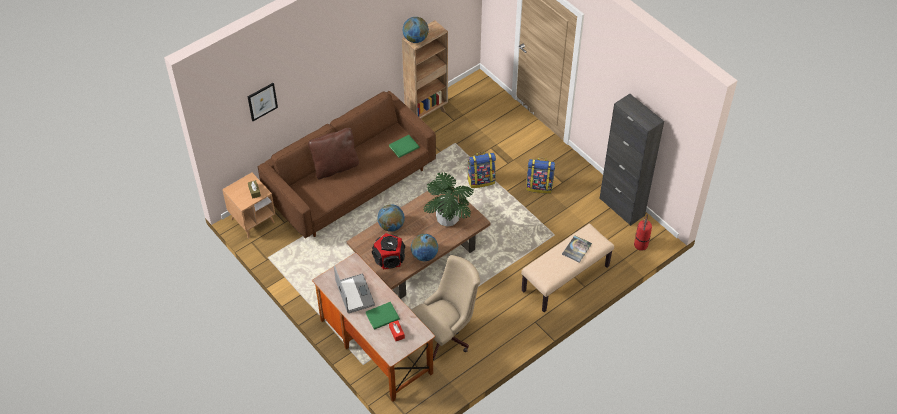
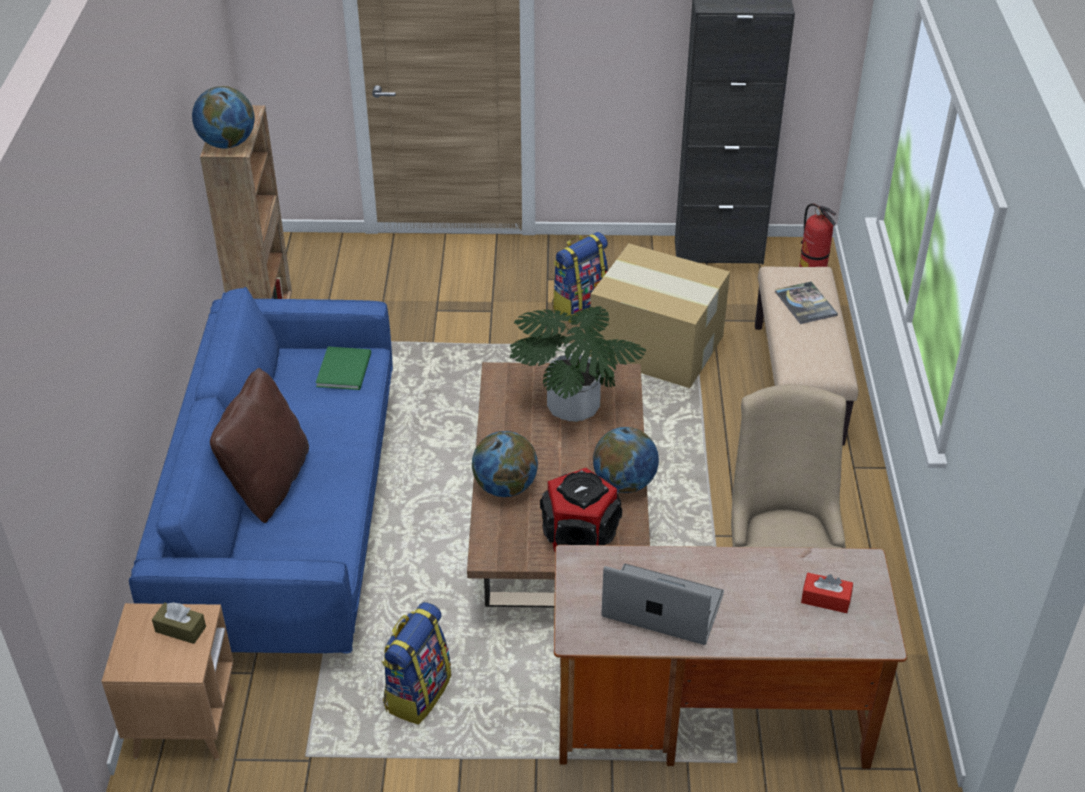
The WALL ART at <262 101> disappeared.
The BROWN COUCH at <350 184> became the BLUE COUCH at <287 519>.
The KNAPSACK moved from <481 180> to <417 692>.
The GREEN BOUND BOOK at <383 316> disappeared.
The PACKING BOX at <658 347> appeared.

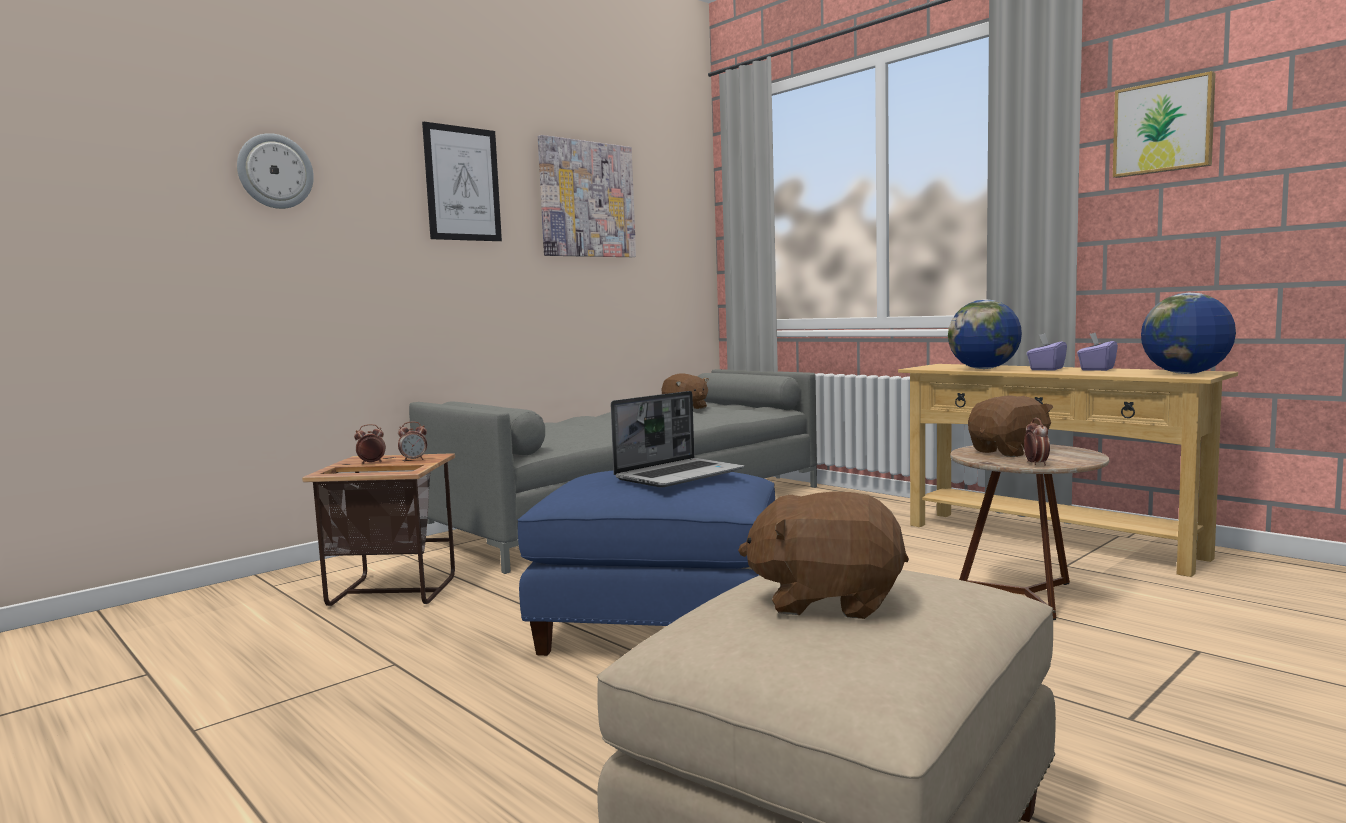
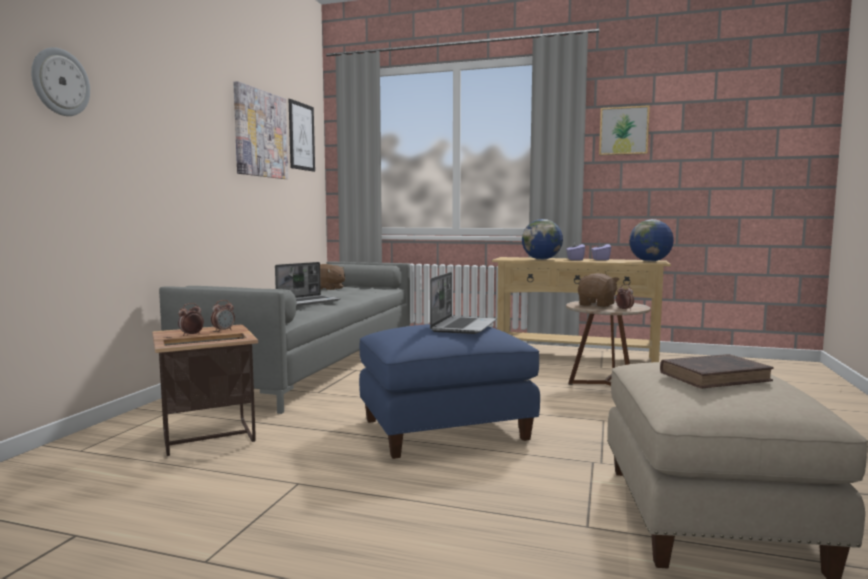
The WALL ART moved from <462 184> to <301 136>.
The BROWN CUDDLY TOY at <826 601> was replaced by the BROWN BOUND BOOK at <717 377>.
The NOTEBOOK COMPUTER at <309 301> appeared.

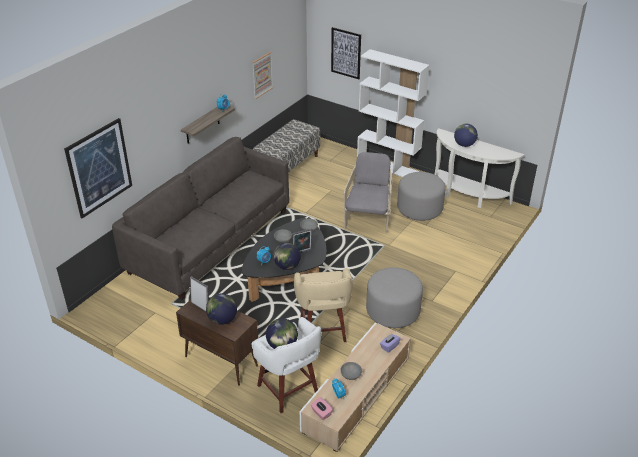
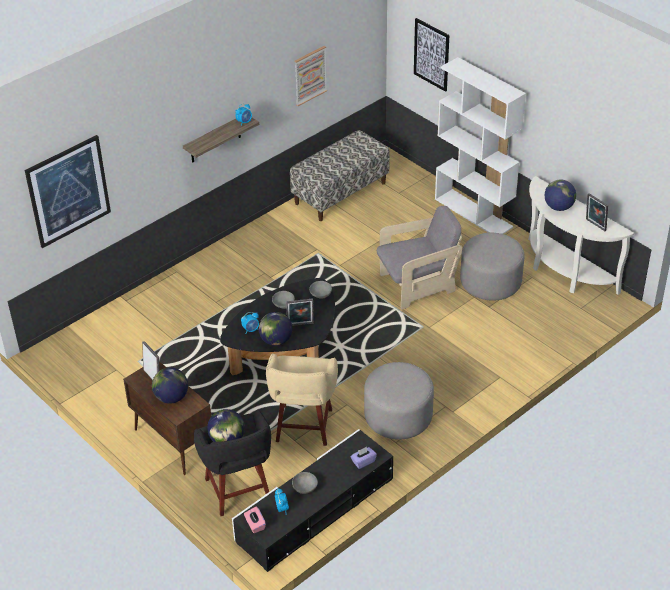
The GRAY COUCH at <210 241> disappeared.
The GRAY EASY CHAIR at <368 218> turned 45 degrees clockwise.
The WHITE SITTING STOOL at <289 390> became the BLACK SITTING STOOL at <239 491>.
The SAND-COLOURED TV STAND at <357 394> became the BLACK TV STAND at <315 510>.
The STANDING FRAME at <594 225> appeared.

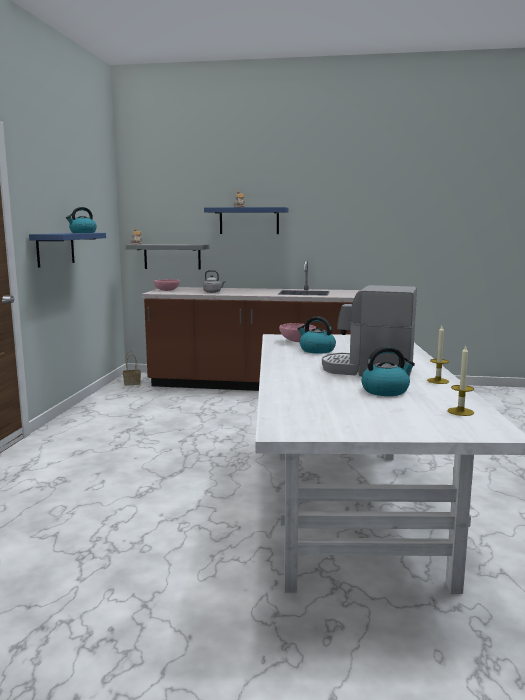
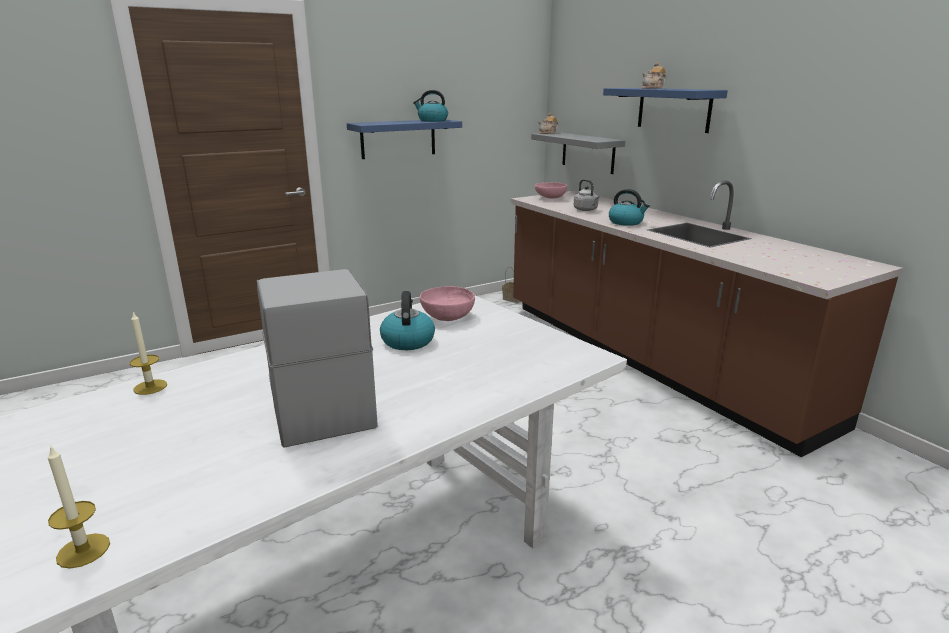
The WAX LIGHT moved from <438 381> to <150 387>.
The TEA KETTLE moved from <385 391> to <626 222>.

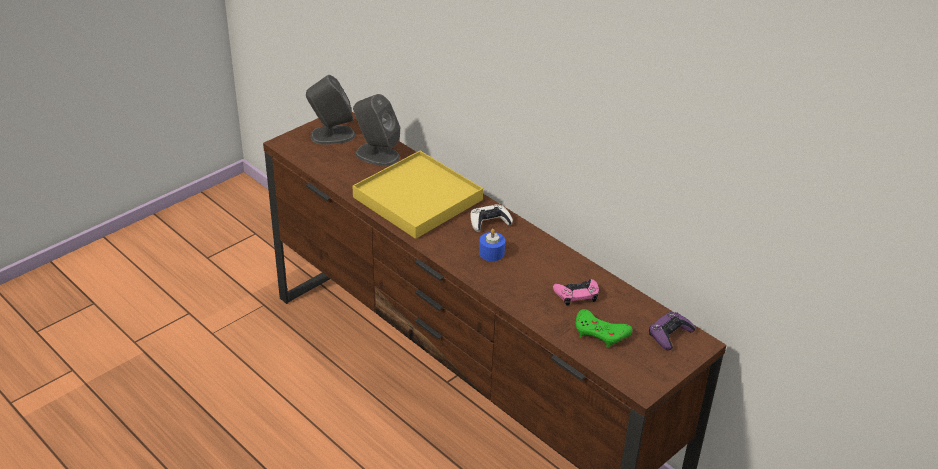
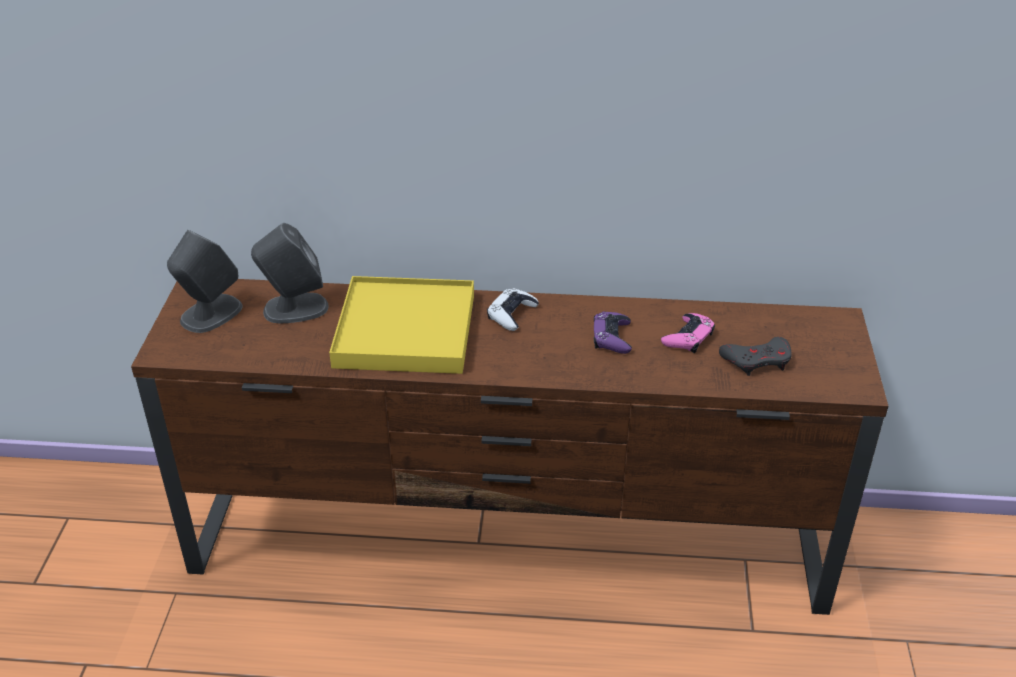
The BLUE WAX LIGHT at <491 253> disappeared.
The GREEN GAMEPAD at <600 332> became the GRAY GAMEPAD at <757 360>.
The PURPLE GAMEPAD moved from <670 334> to <612 337>.

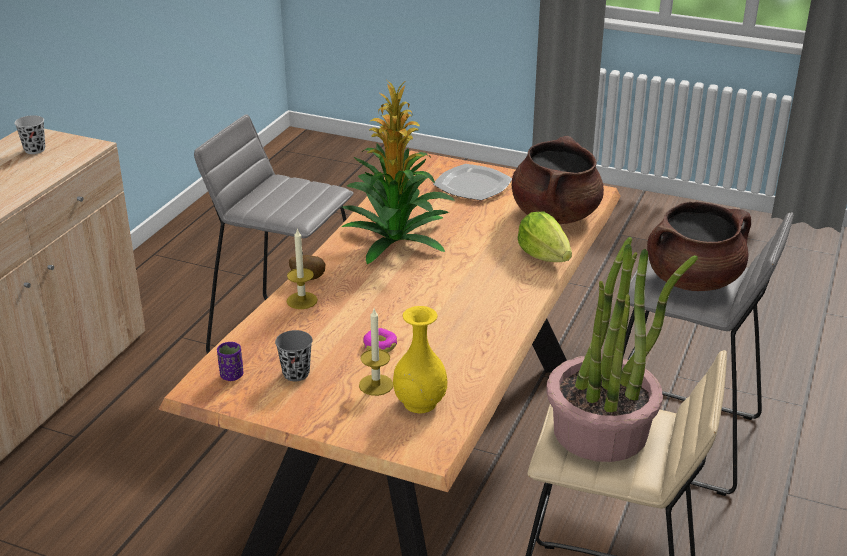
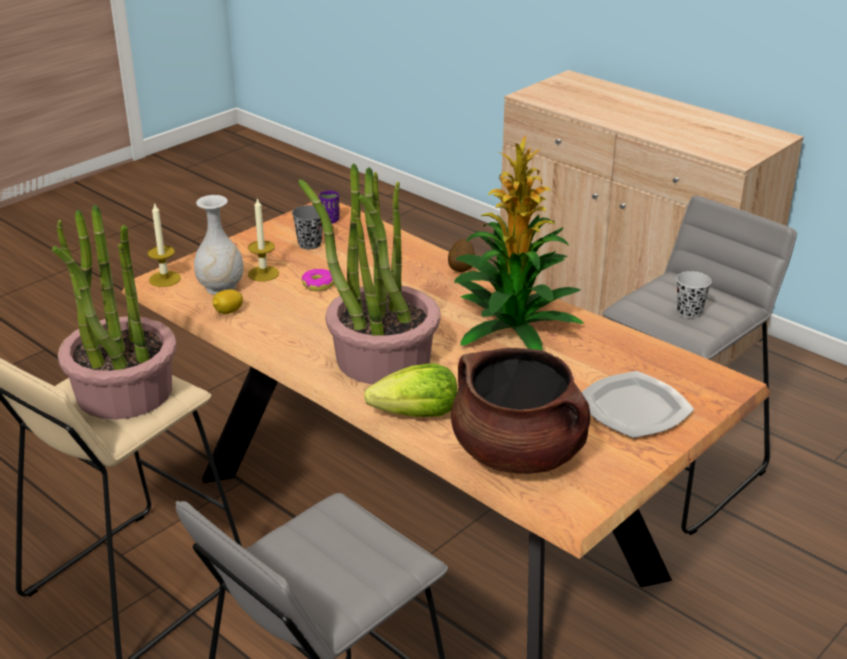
The BLACK SMALL CUP moved from <35 150> to <689 312>.
The BROWN SAUCEPOT at <693 280> disappeared.
The WAX LIGHT moved from <302 300> to <164 279>.
The YELLOW-COLOURED DECORATIVE VASE at <419 402> became the WHITE DECORATIVE VASE at <221 287>.
The PLANT IN A POT at <382 358> appeared.
The CITRUS FRUIT at <228 312> appeared.

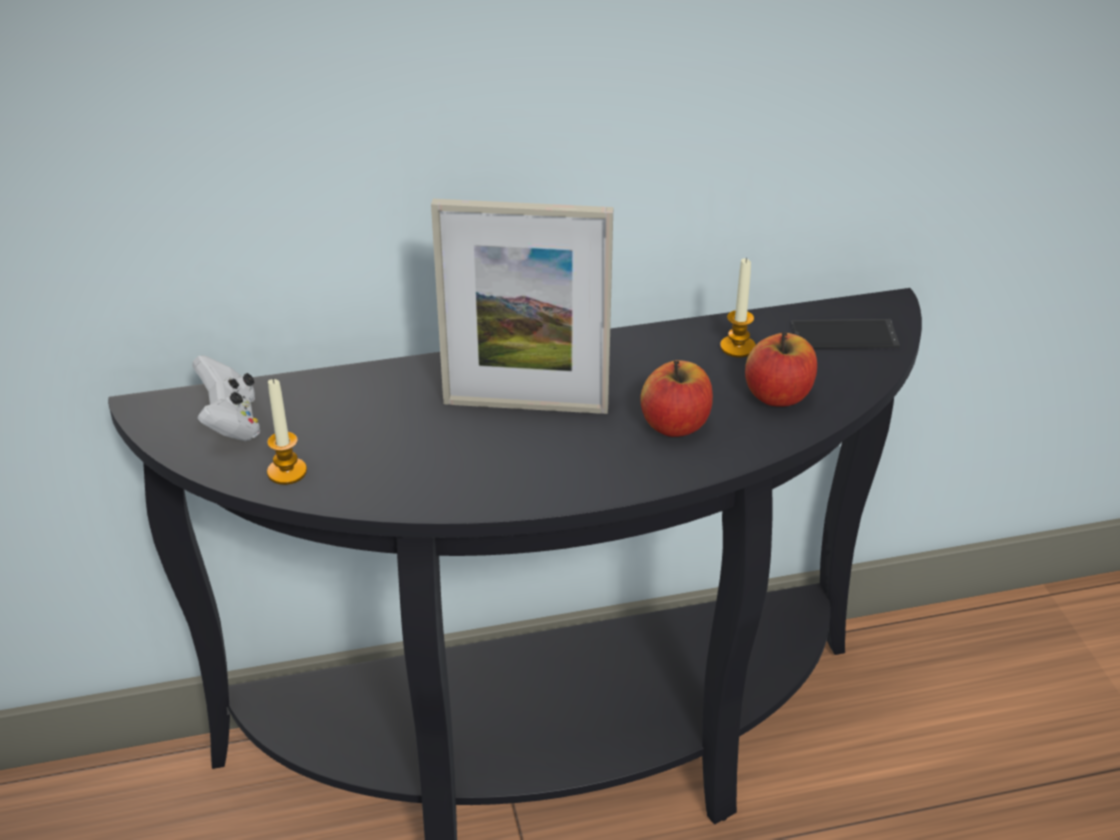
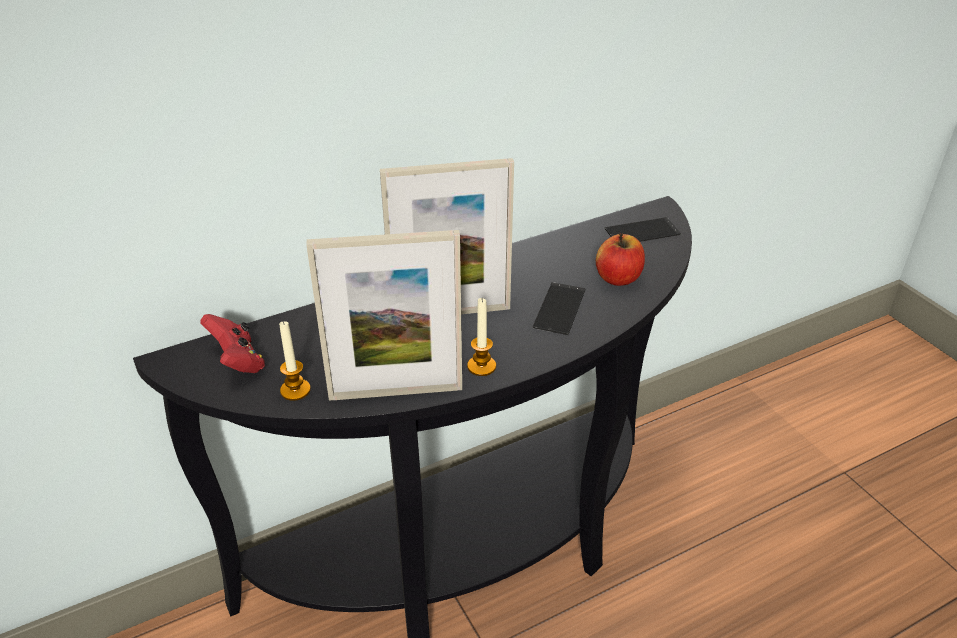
The WAX LIGHT moved from <737 347> to <481 366>.
The WHITE GAMEPAD at <231 423> became the RED GAMEPAD at <238 361>.
The WHOLE APPLE at <675 424> was replaced by the HANDSET at <559 309>.
The STANDING FRAME at <395 392> appeared.

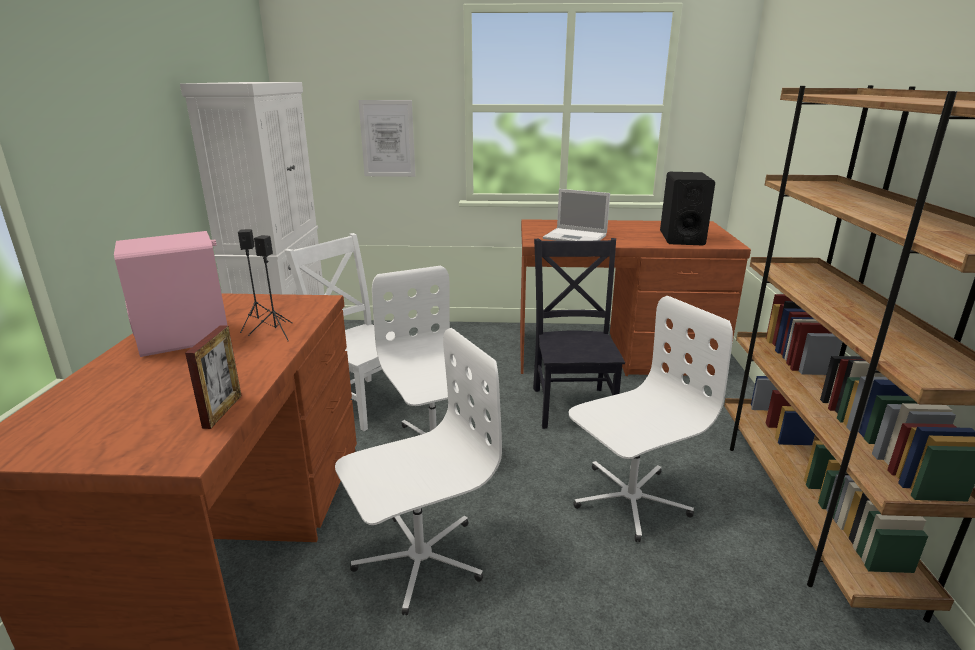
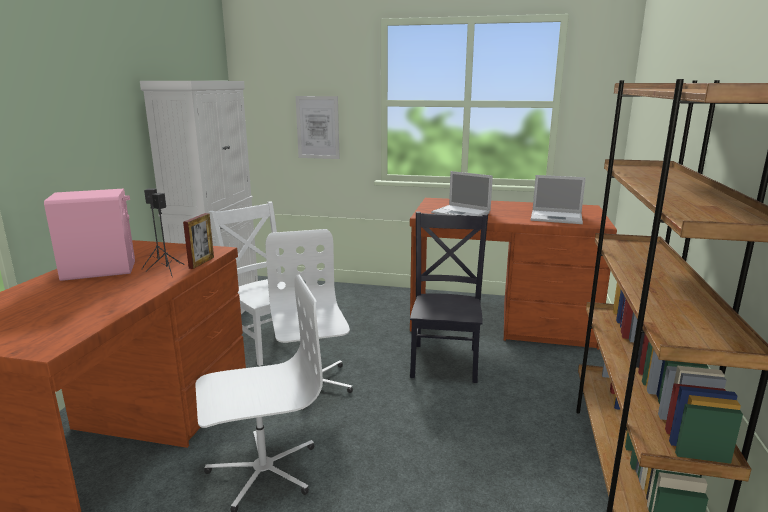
The BLACK AUDIO SPEAKER at <681 238> was replaced by the NOTEBOOK COMPUTER at <557 218>.
The WHITE COMPUTER CHAIR at <629 499> disappeared.
The STANDING FRAME moved from <222 411> to <201 262>.

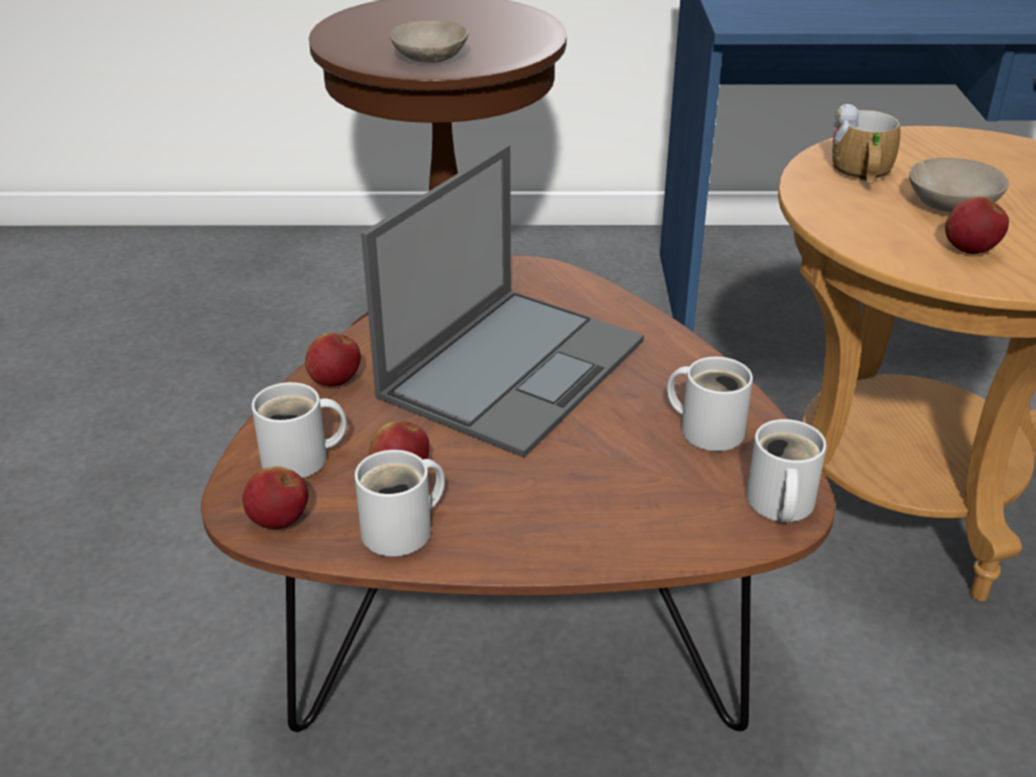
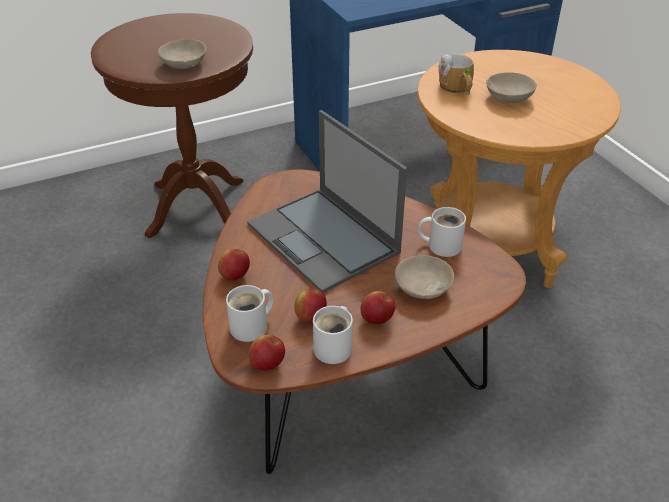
The NOTEBOOK COMPUTER at <514 366> turned 135 degrees clockwise.
The WHOLE APPLE moved from <970 250> to <377 319>.
The WHITE MUG at <778 504> disappeared.
The SAND-COLOURED DEEP DISH at <422 286> appeared.

